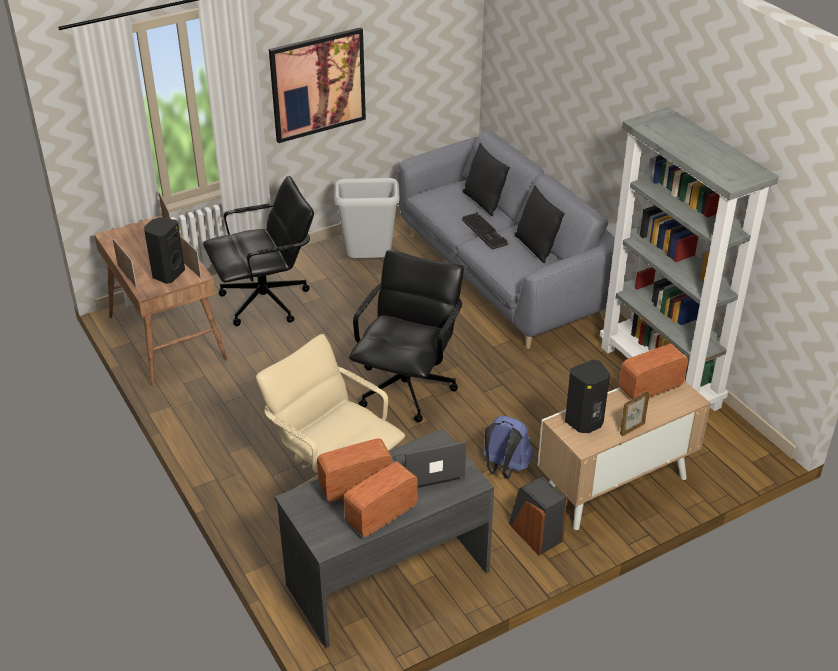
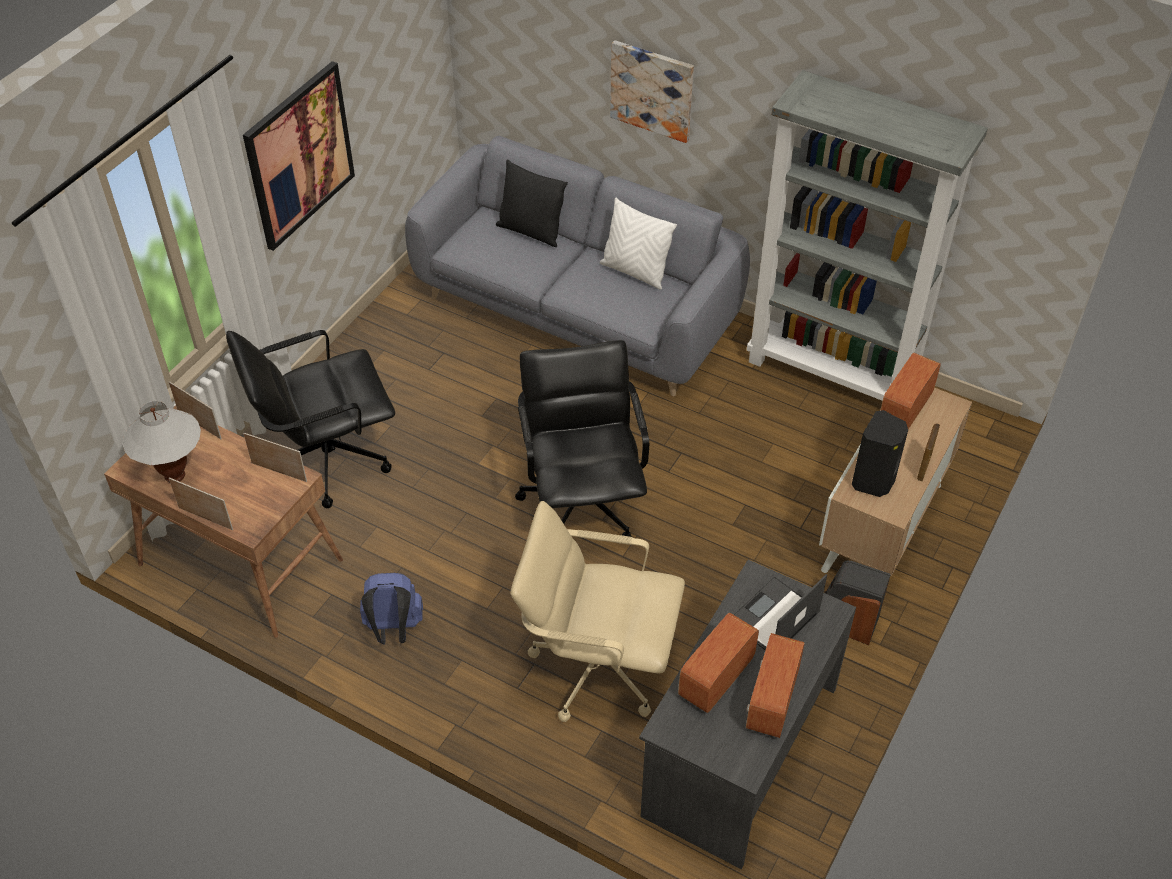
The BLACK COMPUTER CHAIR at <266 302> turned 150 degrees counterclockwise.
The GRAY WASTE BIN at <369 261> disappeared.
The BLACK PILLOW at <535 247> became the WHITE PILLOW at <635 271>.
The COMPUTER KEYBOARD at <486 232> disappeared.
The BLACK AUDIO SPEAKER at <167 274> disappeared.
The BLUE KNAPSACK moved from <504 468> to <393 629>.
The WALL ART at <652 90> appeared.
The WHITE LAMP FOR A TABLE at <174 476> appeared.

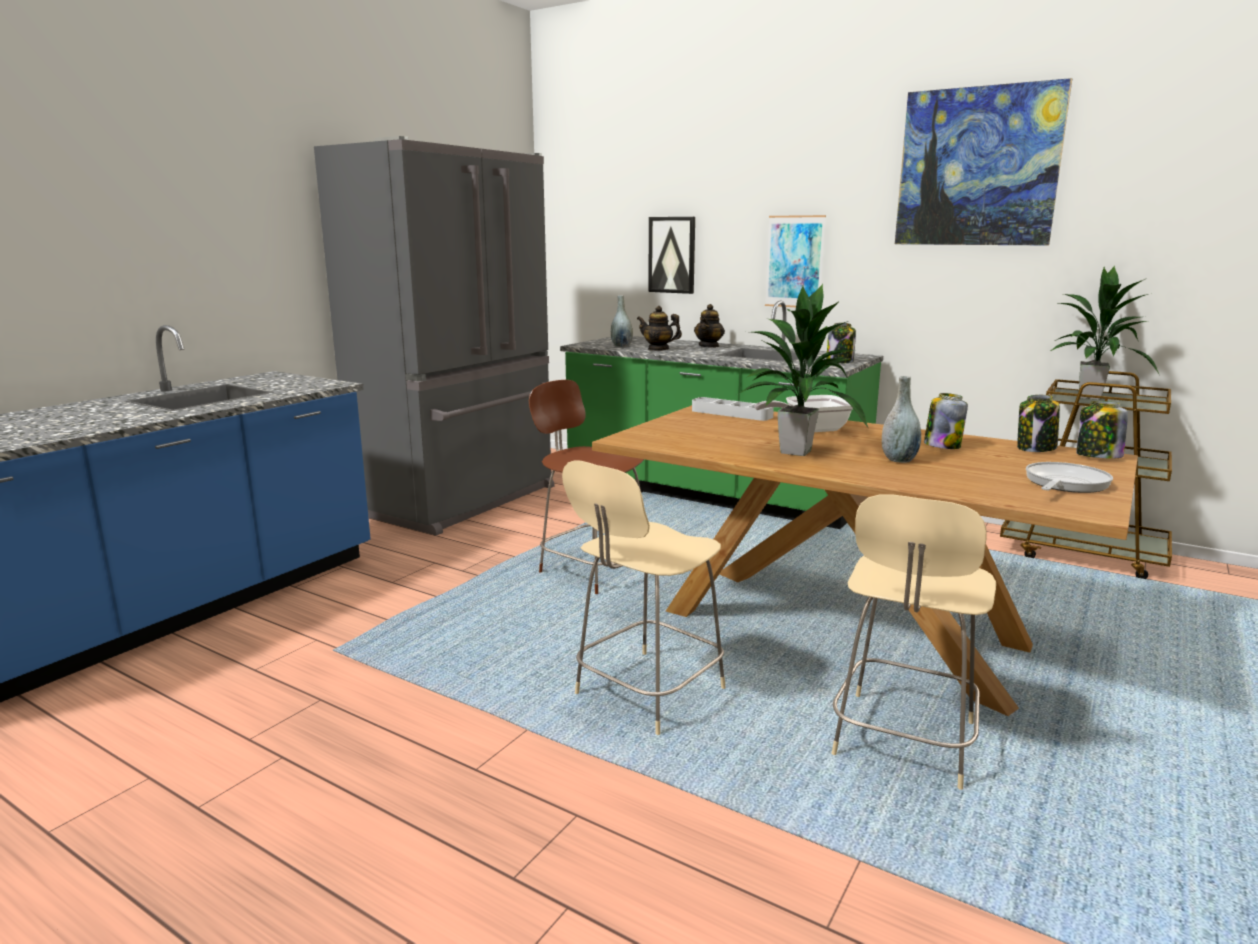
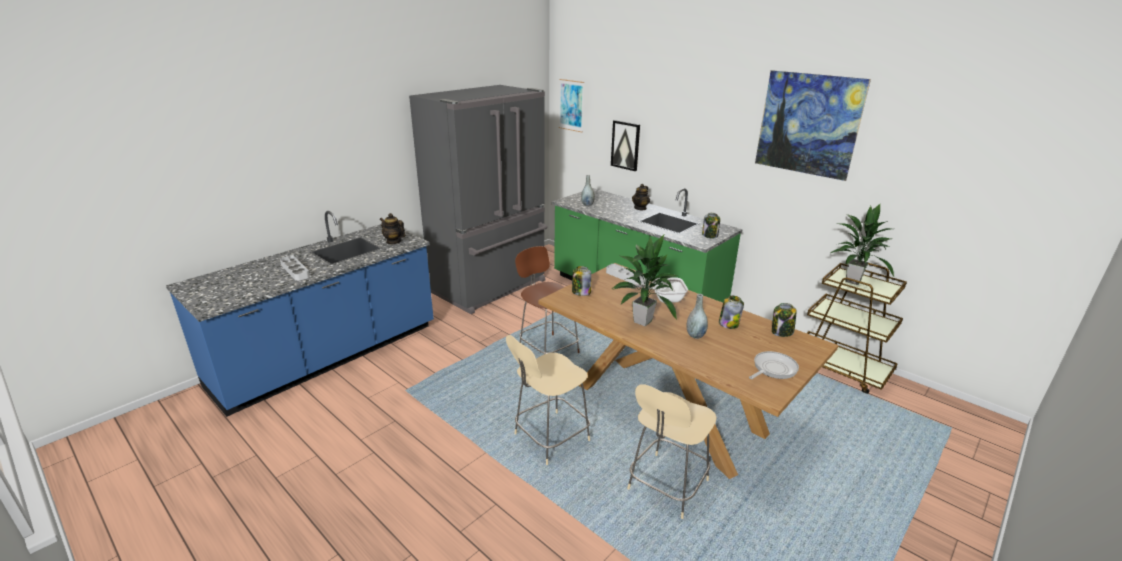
The WALL ART moved from <794 262> to <571 105>.
The TEAPOT moved from <658 349> to <394 241>.
The JAR moved from <1097 456> to <581 292>.
The GRAY SERVING TRAY at <295 270> appeared.

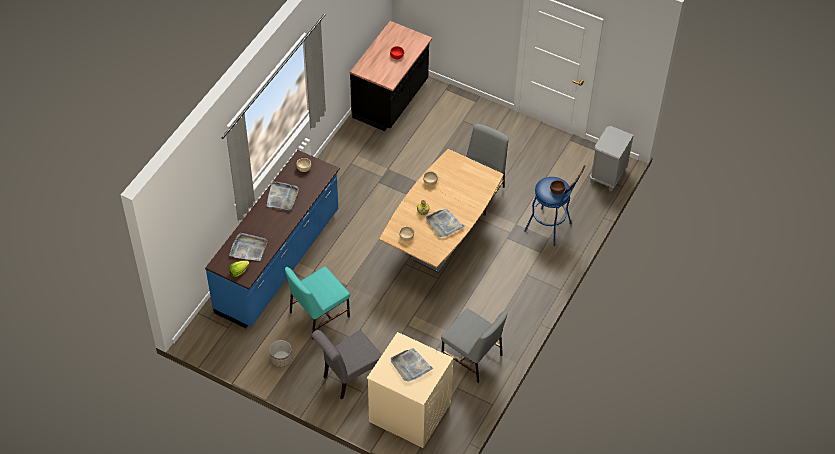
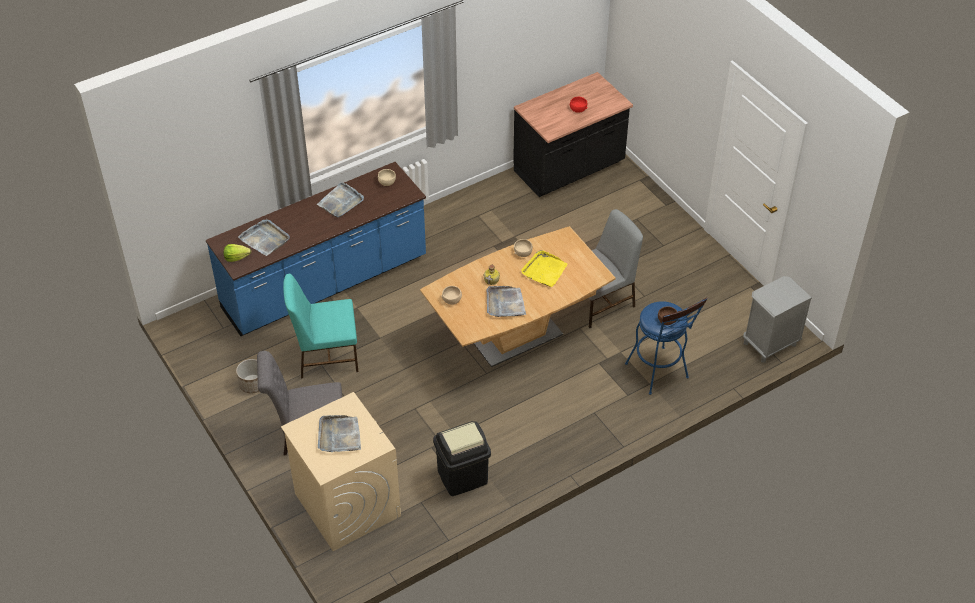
The GRAY CHAIR at <472 358> was replaced by the BLACK WASTE BIN at <462 477>.
The YELLOW-COLOURED SERVING TRAY at <544 270> appeared.

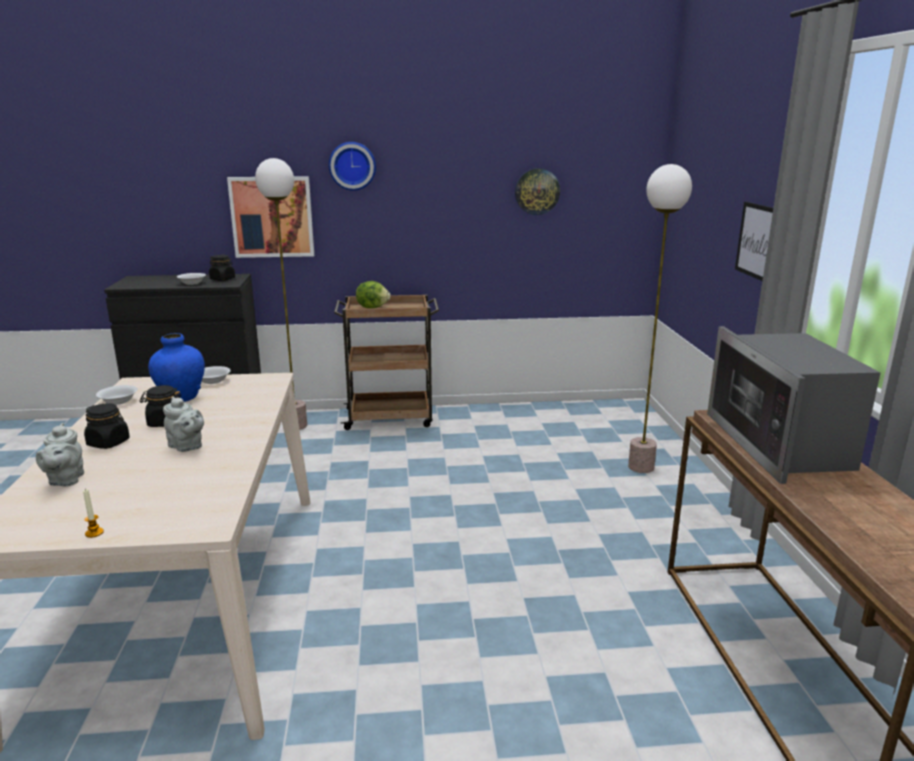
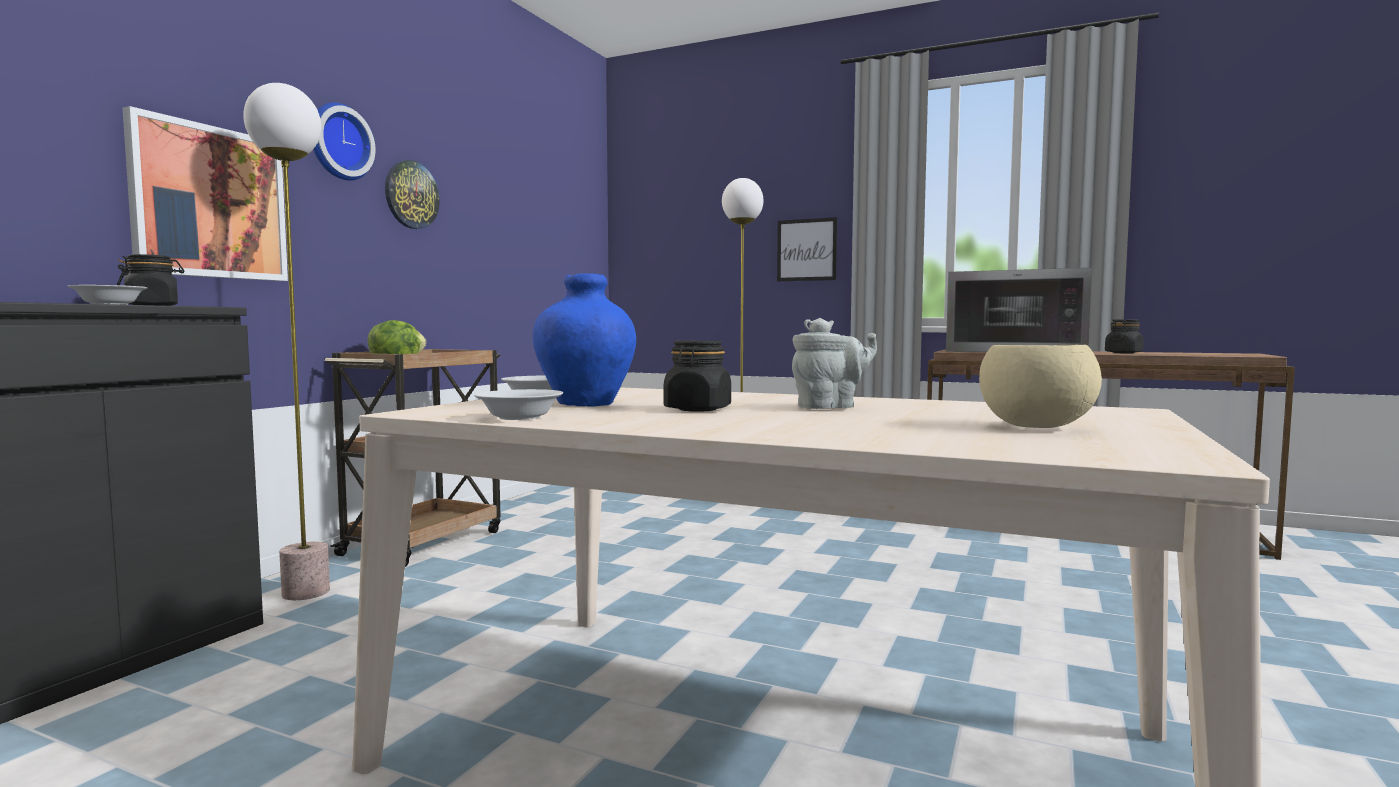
The CLOCK ON THE WALL moved from <537 191> to <411 195>.
The BLACK JAR moved from <109 443> to <1123 353>.
The GRAY TEAPOT at <65 480> disappeared.
The WAX LIGHT at <94 533> disappeared.
The SAND-COLOURED DEEP DISH at <1034 427> appeared.

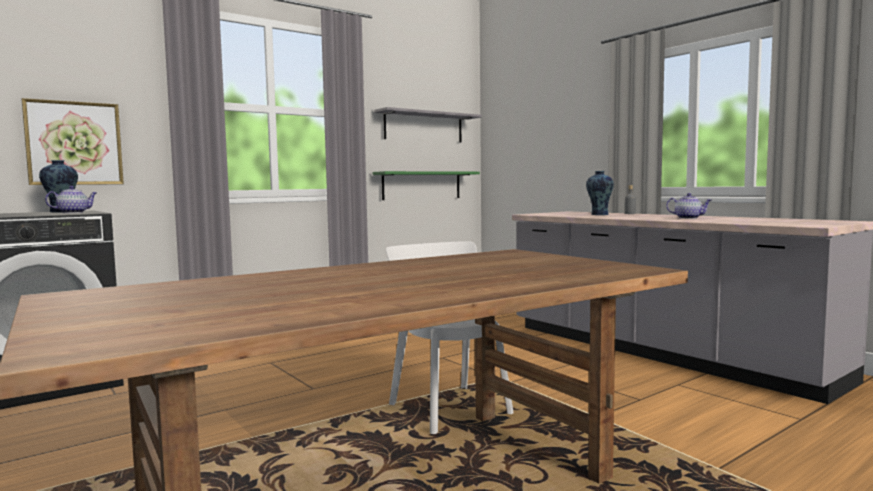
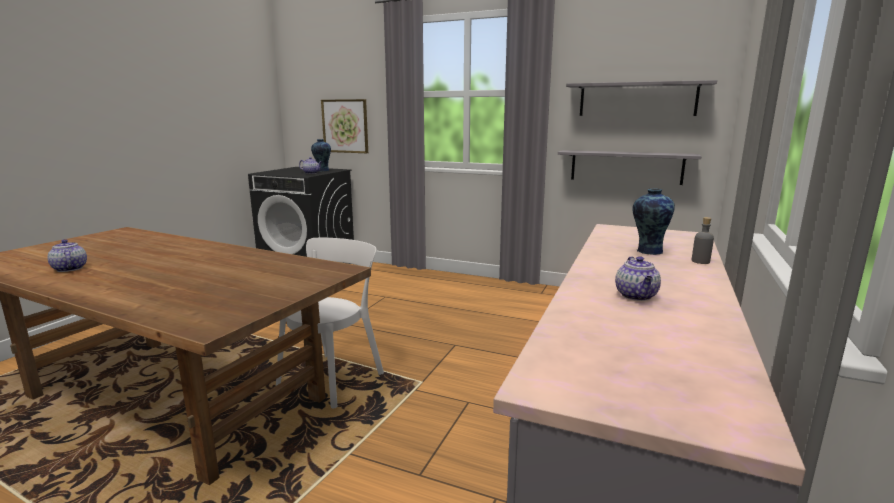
The GREEN BRACKET SHELF at <422 185> became the GRAY BRACKET SHELF at <626 167>.
The TEAPOT at <69 268> appeared.

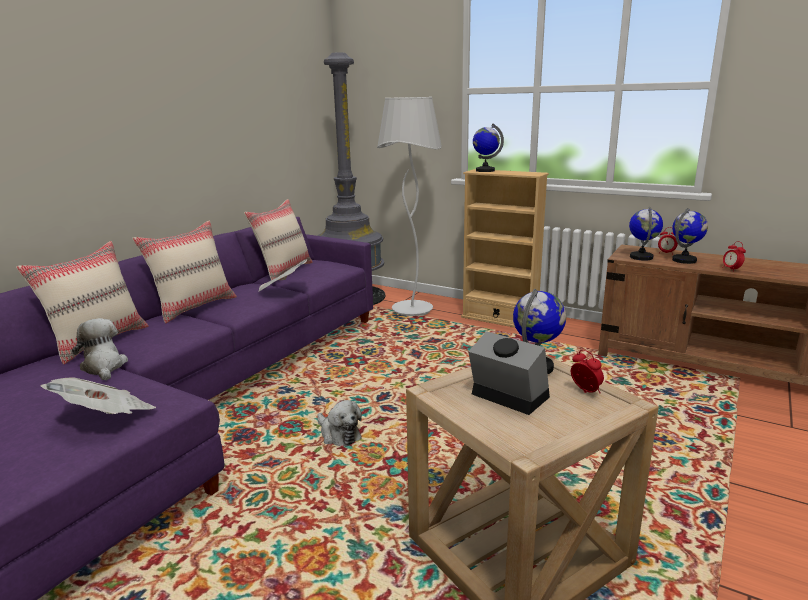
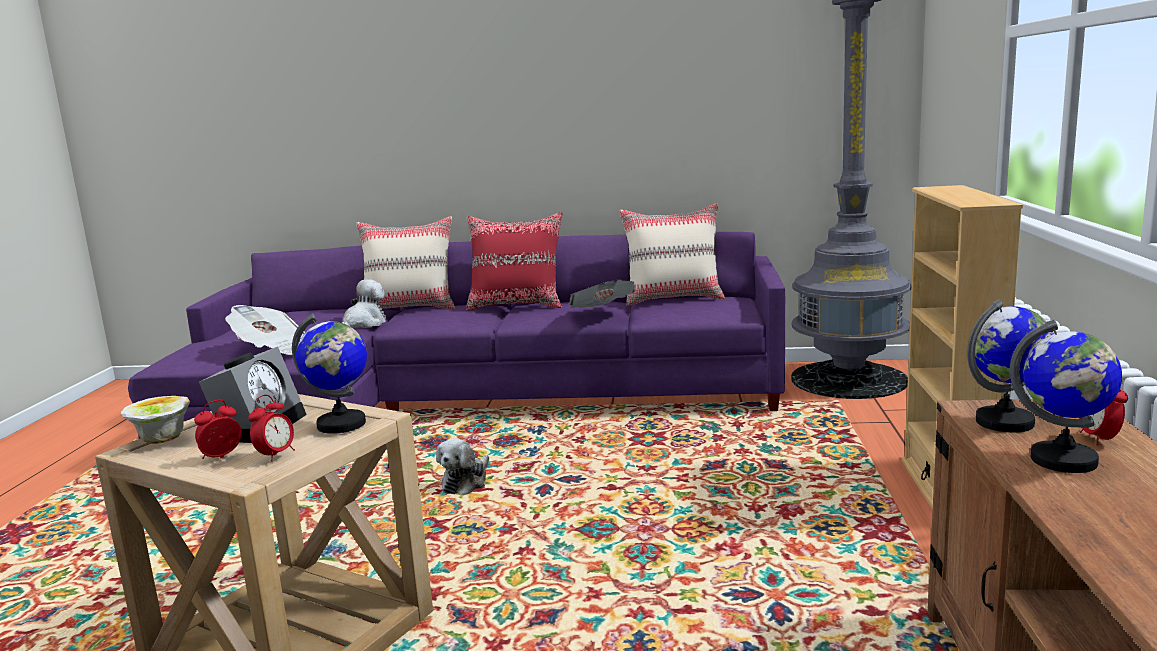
The WHITE STANDING LAMP at <412 310> disappeared.
The DESK GLOBE at <485 170> disappeared.
The SAND-COLOURED PILLOW at <194 307> became the RED PILLOW at <517 305>.
The ALARM CLOCK moved from <731 269> to <221 457>.
The DEEP DISH at <161 440> appeared.

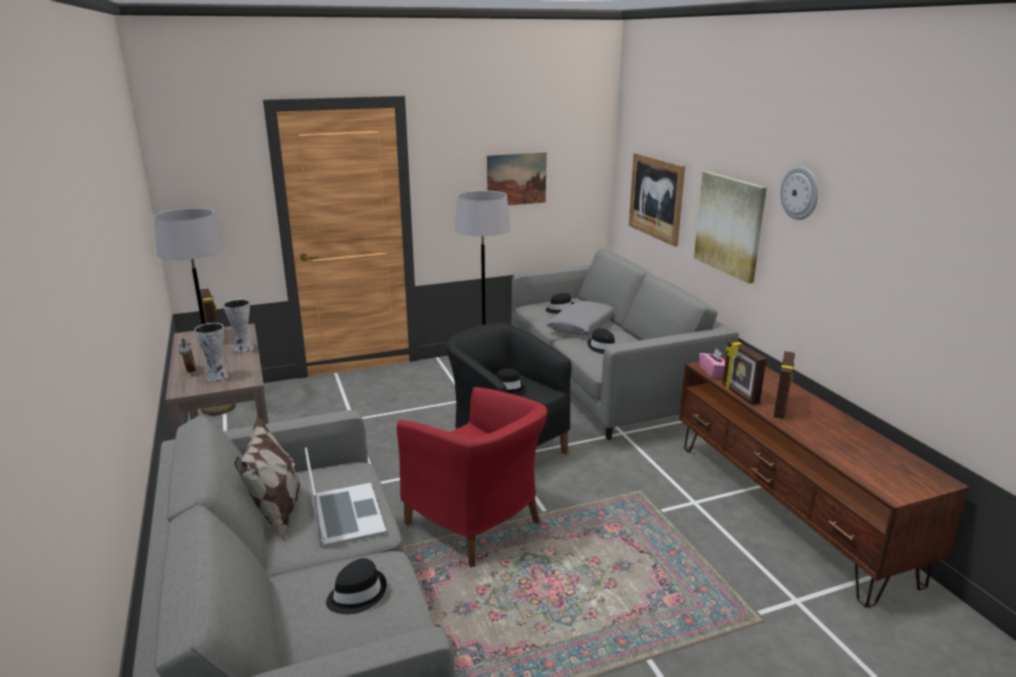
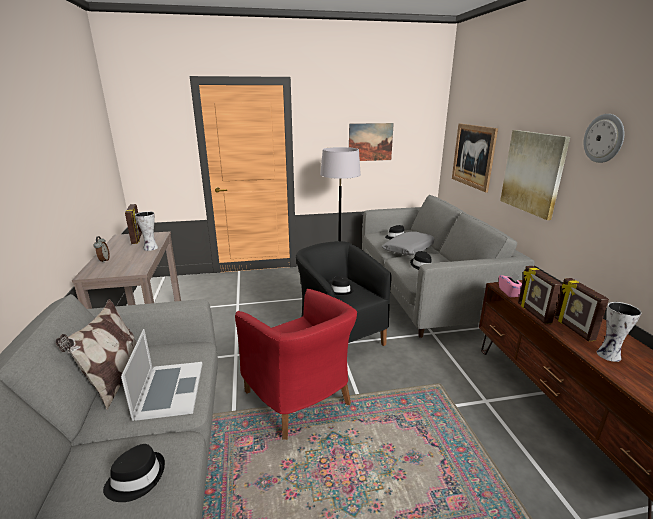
The GRAY STANDING LAMP at <218 407> disappeared.
The DECORATIVE VASE moved from <217 377> to <609 355>.
The STANDING FRAME at <781 408> turned 135 degrees clockwise.

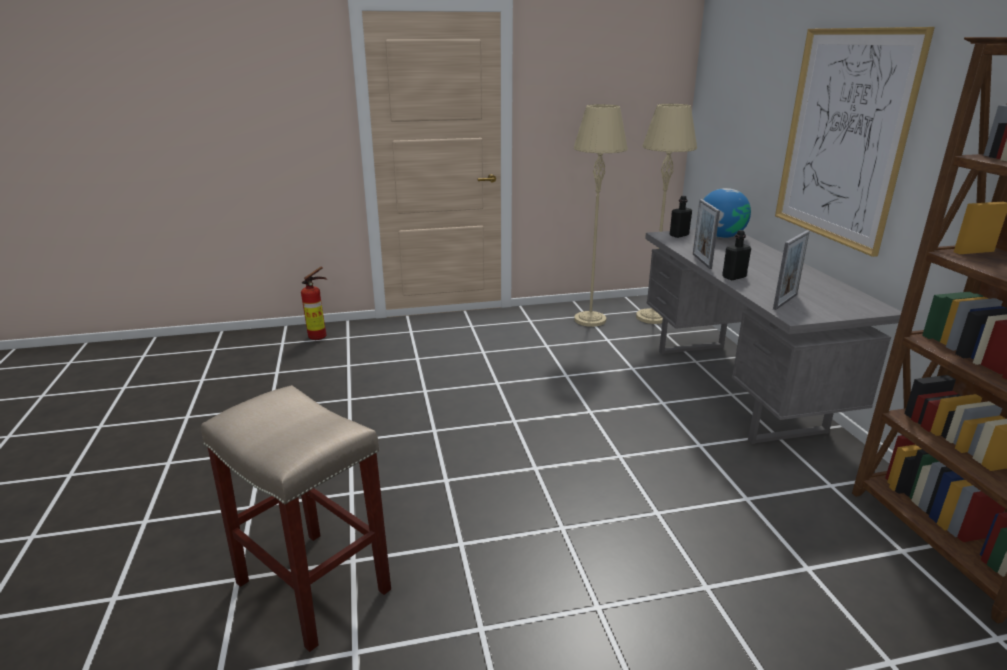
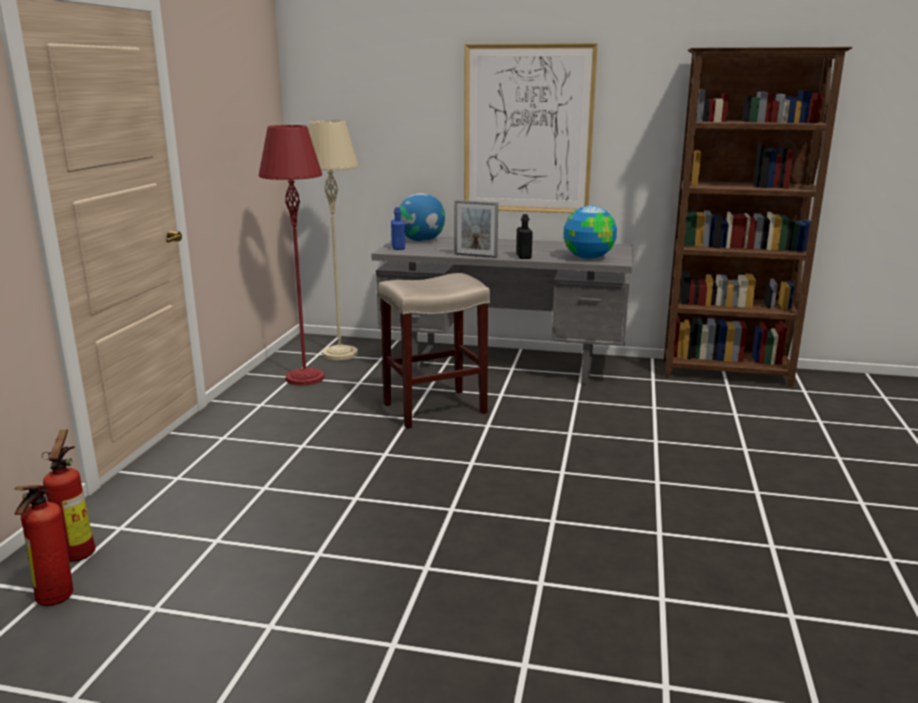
The SAND-COLOURED STANDING LAMP at <590 320> became the RED STANDING LAMP at <305 378>.
The BLACK DRINK BOTTLE at <679 235> became the BLUE DRINK BOTTLE at <398 248>.
The STANDING FRAME at <785 302> was replaced by the DESK GLOBE at <588 258>.
The SAND-COLOURED SITTING STOOL moved from <311 586> to <433 409>.
The EXTINGUISHER at <52 601> appeared.

